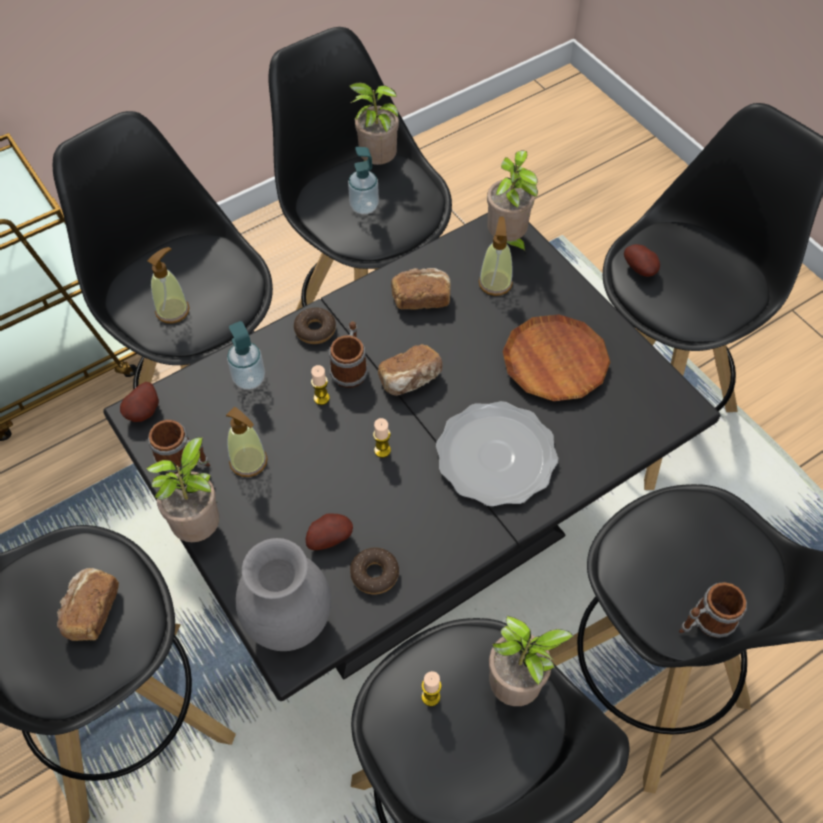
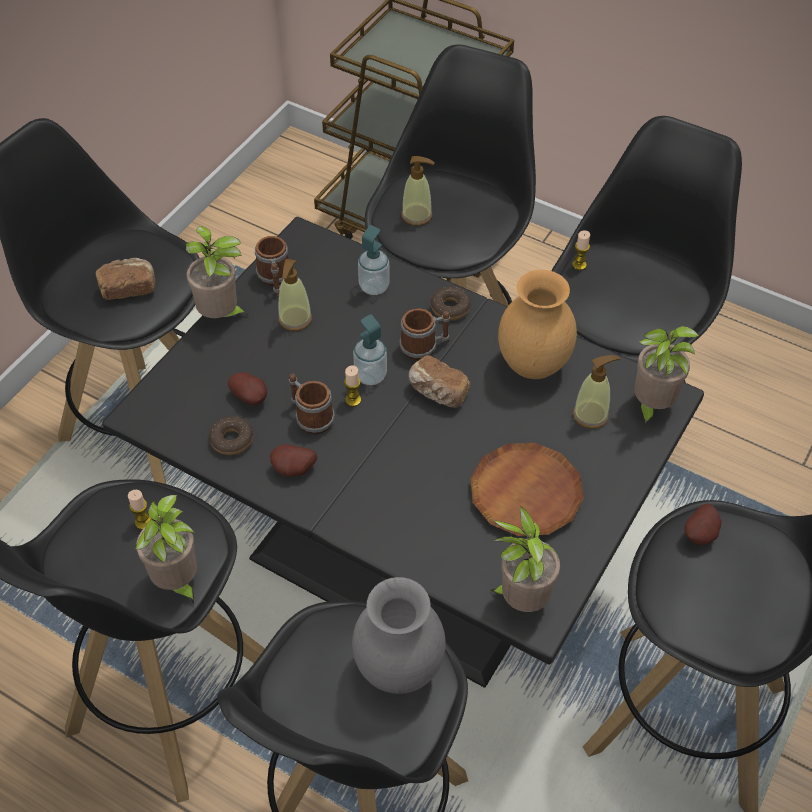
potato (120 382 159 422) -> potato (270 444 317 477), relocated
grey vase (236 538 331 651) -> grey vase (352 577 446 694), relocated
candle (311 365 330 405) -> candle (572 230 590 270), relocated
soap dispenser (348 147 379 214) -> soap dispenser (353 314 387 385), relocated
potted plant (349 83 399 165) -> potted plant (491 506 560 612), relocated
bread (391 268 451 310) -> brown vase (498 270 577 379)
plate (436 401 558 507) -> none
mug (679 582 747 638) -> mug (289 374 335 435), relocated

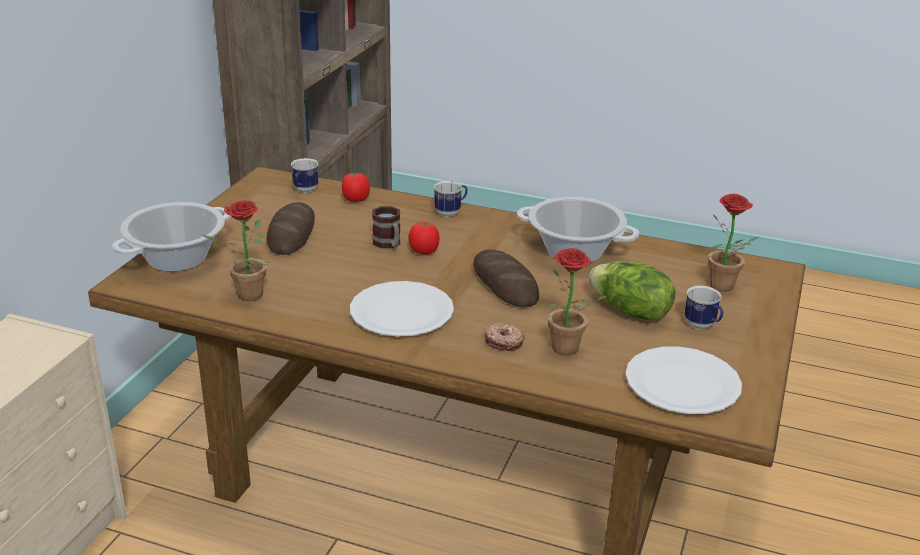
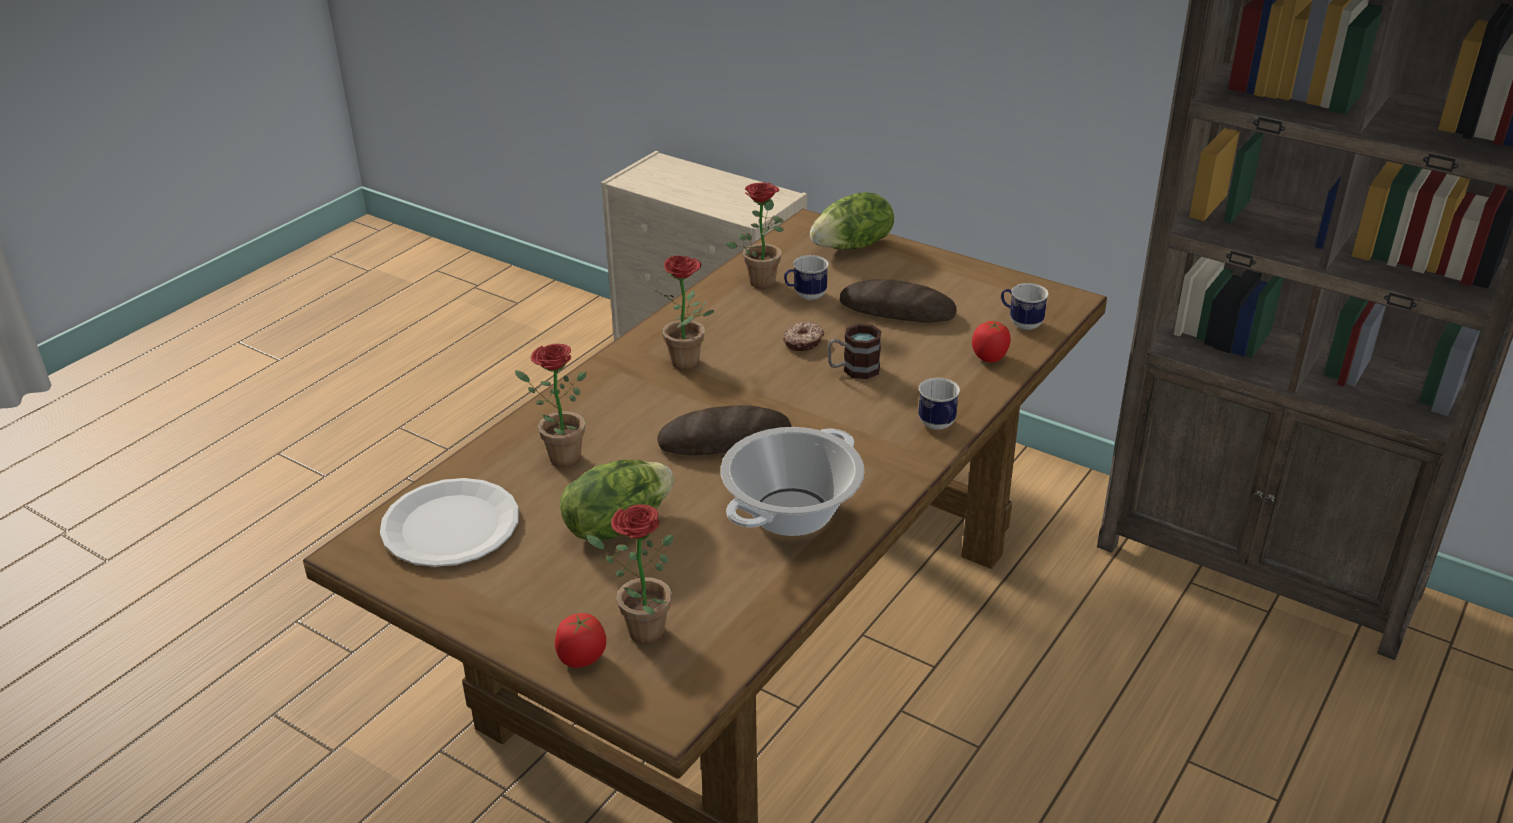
cooking pot (112 202 231 272) -> lettuce (810 192 894 250)
white plate (350 281 454 337) -> potted plant (654 256 714 369)
tomato (409 221 440 254) -> tomato (555 613 606 668), relocated
donut (484 323 525 351) -> donut (783 322 824 351), relocated
mug (684 286 723 329) -> mug (784 255 829 300), relocated

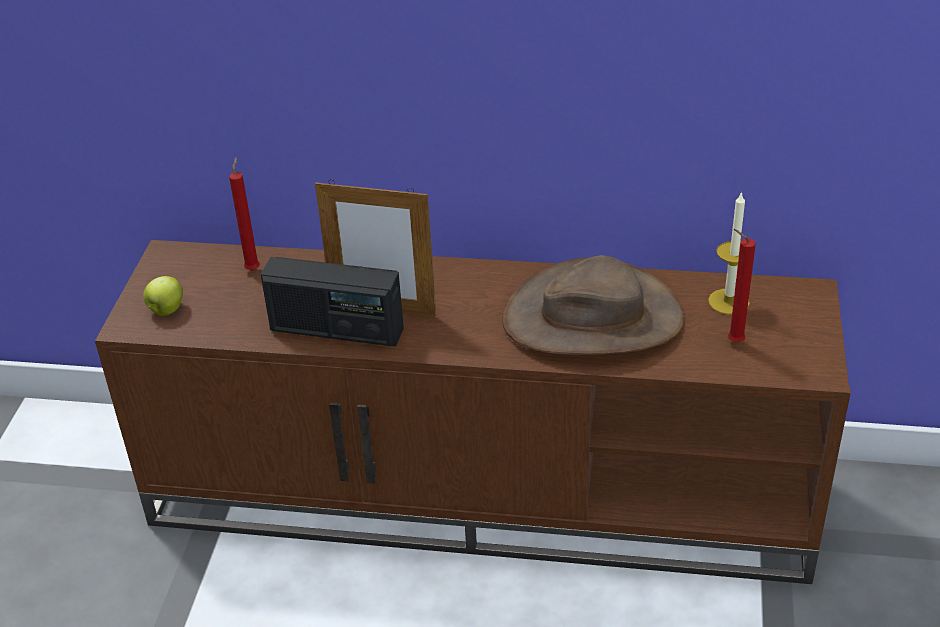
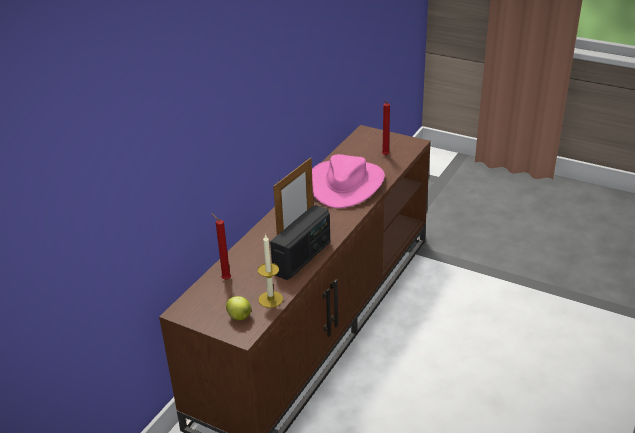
brown hat (502 255 685 356) -> pink hat (312 154 385 208)
candle (708 191 750 315) -> candle (258 234 283 308), relocated

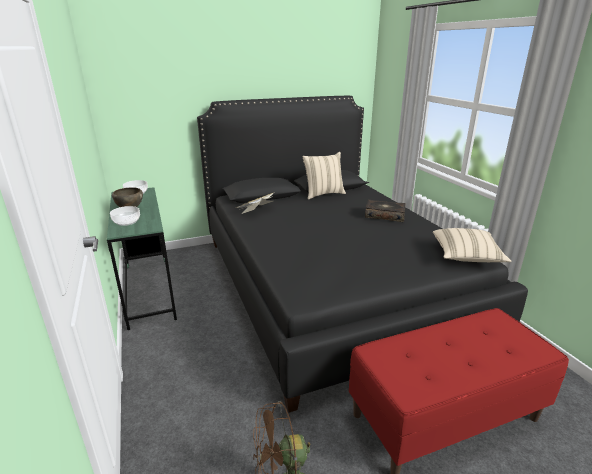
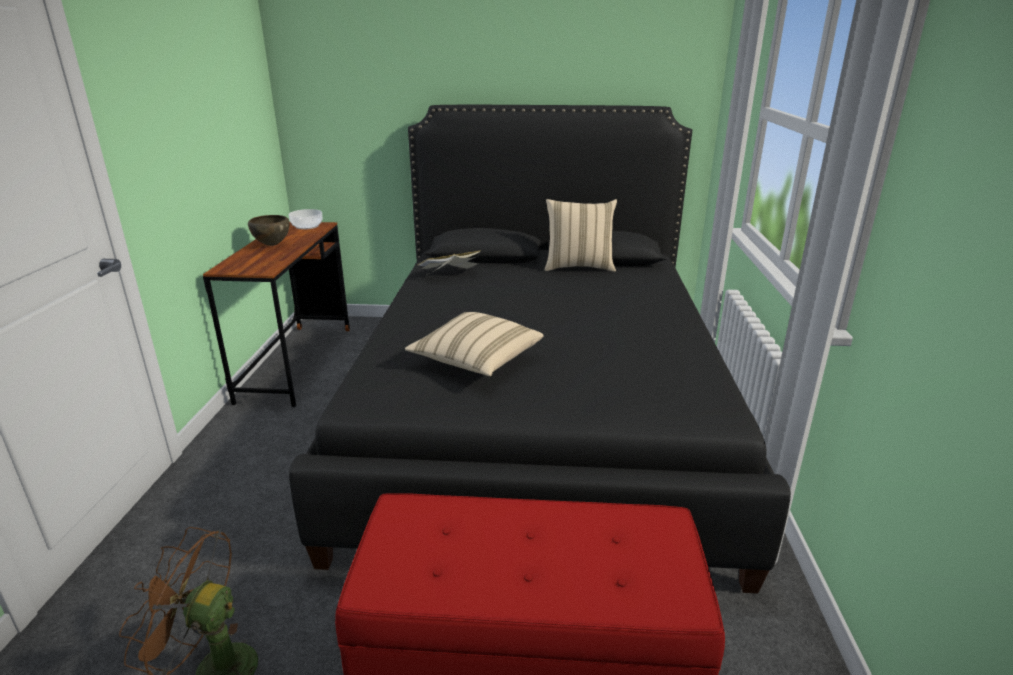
green desk (107 187 177 330) -> brown desk (203 222 350 407)
bowl (110 206 140 226) -> none
book (365 200 406 222) -> none
beige pillow (433 228 511 262) -> beige pillow (405 312 543 376), relocated

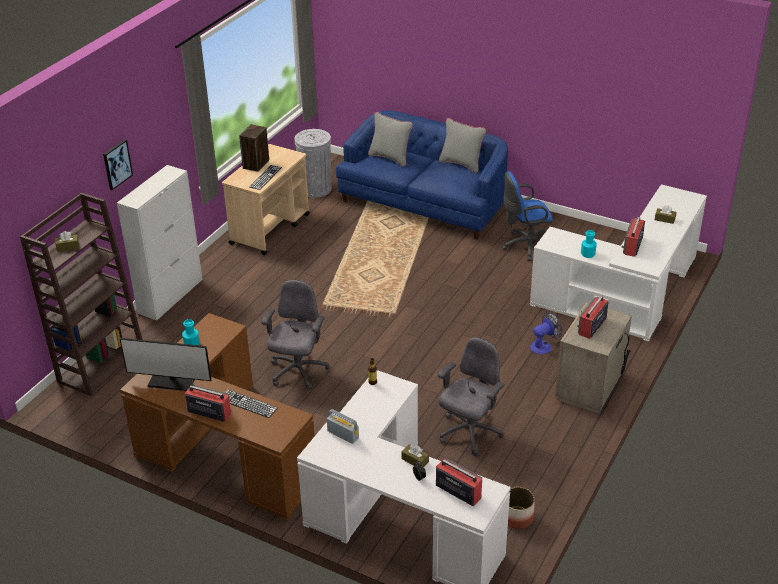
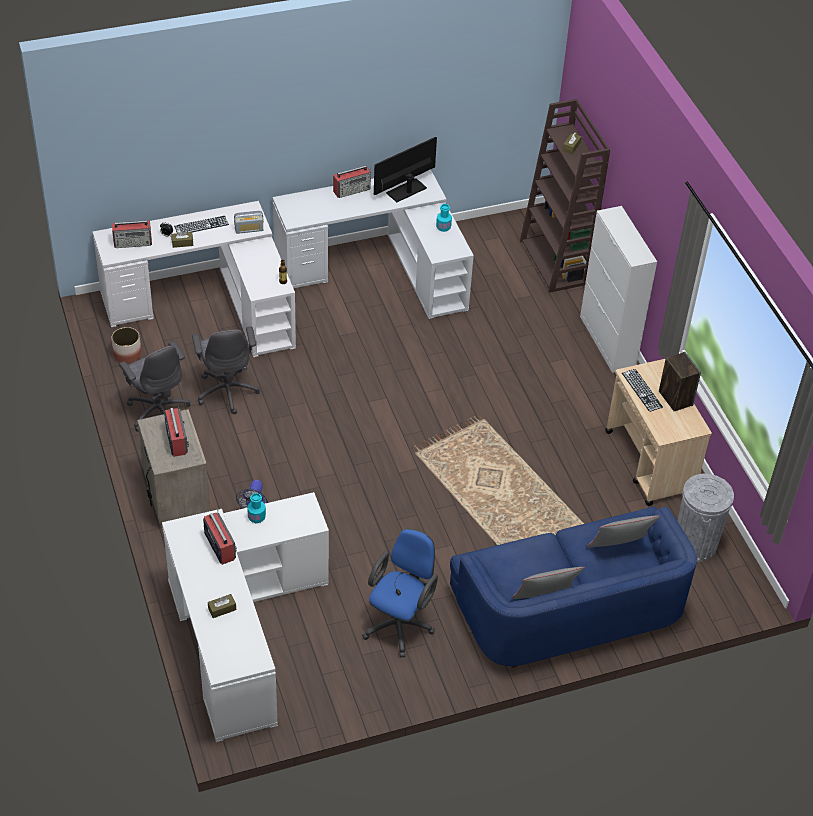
picture (103 139 133 190) -> none
brown desk (120 313 315 520) -> white desk (272 169 474 320)
keyboard (225 390 278 418) -> keyboard (174 216 229 233), relocated
grey office chair (261 280 329 390) -> grey office chair (119 341 191 432), relocated

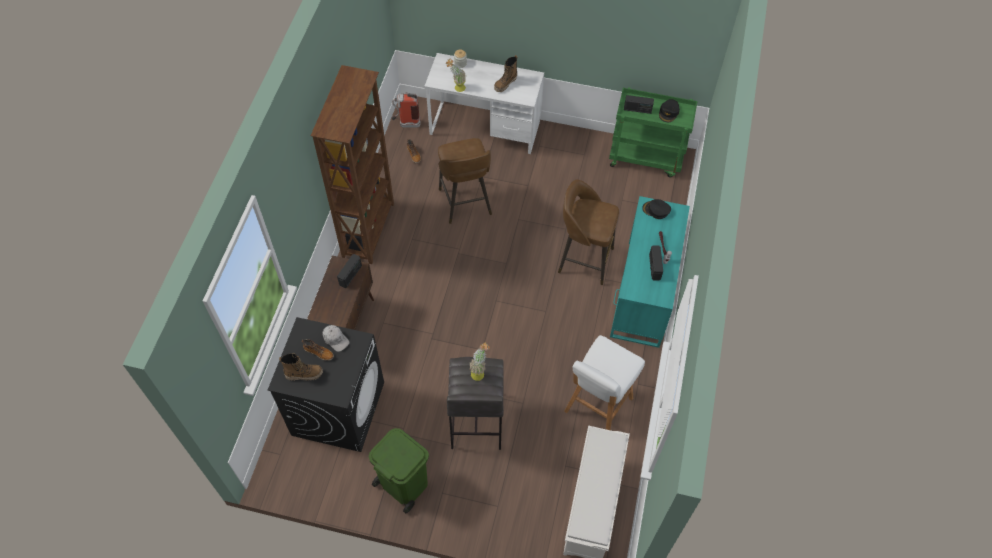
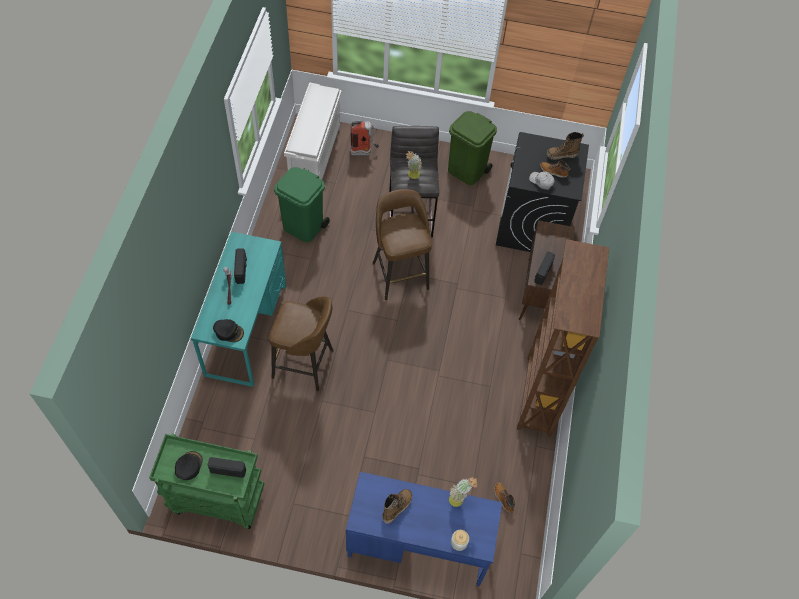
fire extinguisher (391 93 420 128) -> fire extinguisher (350 120 379 155), relocated
white desk (424 53 544 154) -> blue desk (346 472 502 586)
brown stool (438 138 492 224) -> brown stool (372 189 432 300), relocated
white stool (564 335 645 430) -> green trash can (274 167 330 242)

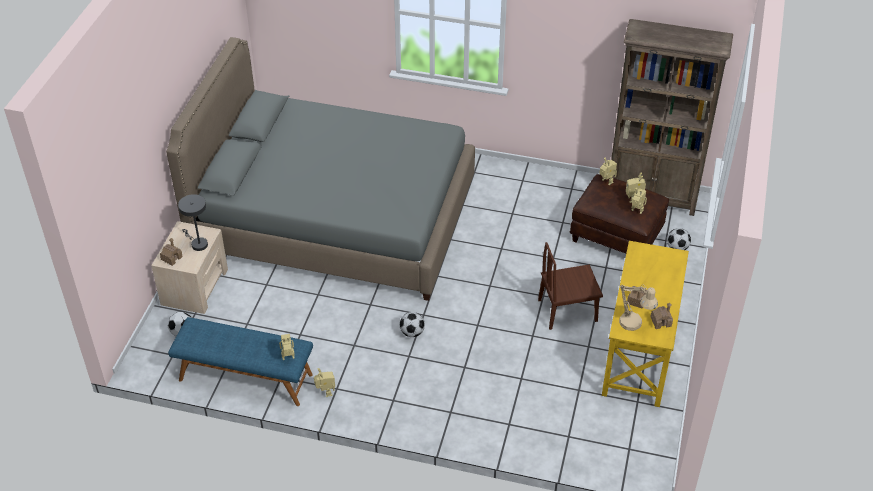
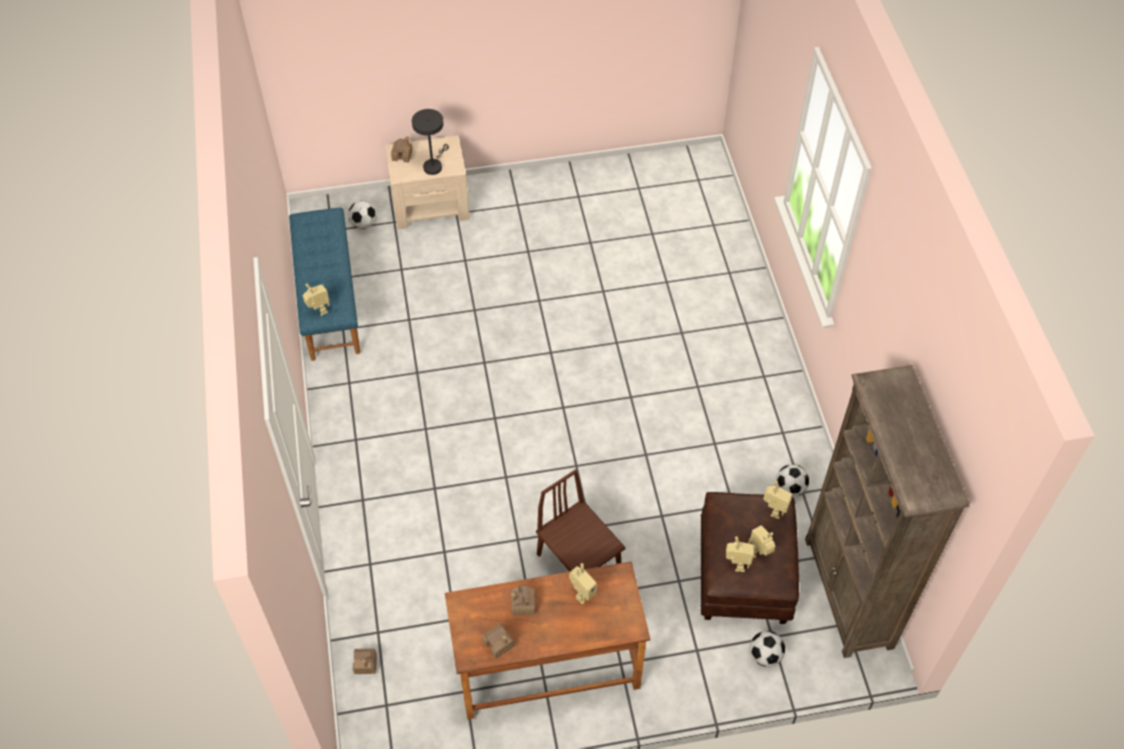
grey bed (166 37 475 301) -> none
toy robot (314 368 335 397) -> toy robot (569 563 597 605), relocated
football (400 312 425 337) -> football (776 464 809 497), relocated
yellow desk (602 241 689 407) -> brown desk (445 561 650 720)
beige table lamp (619 285 658 331) -> none
none -> toy house (353 648 377 674)

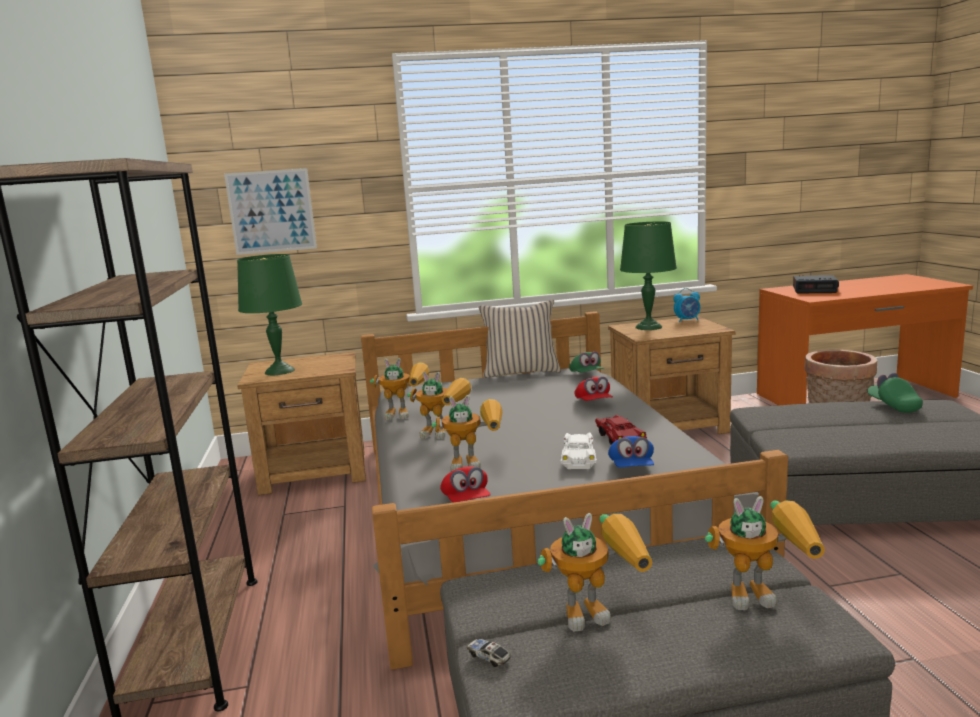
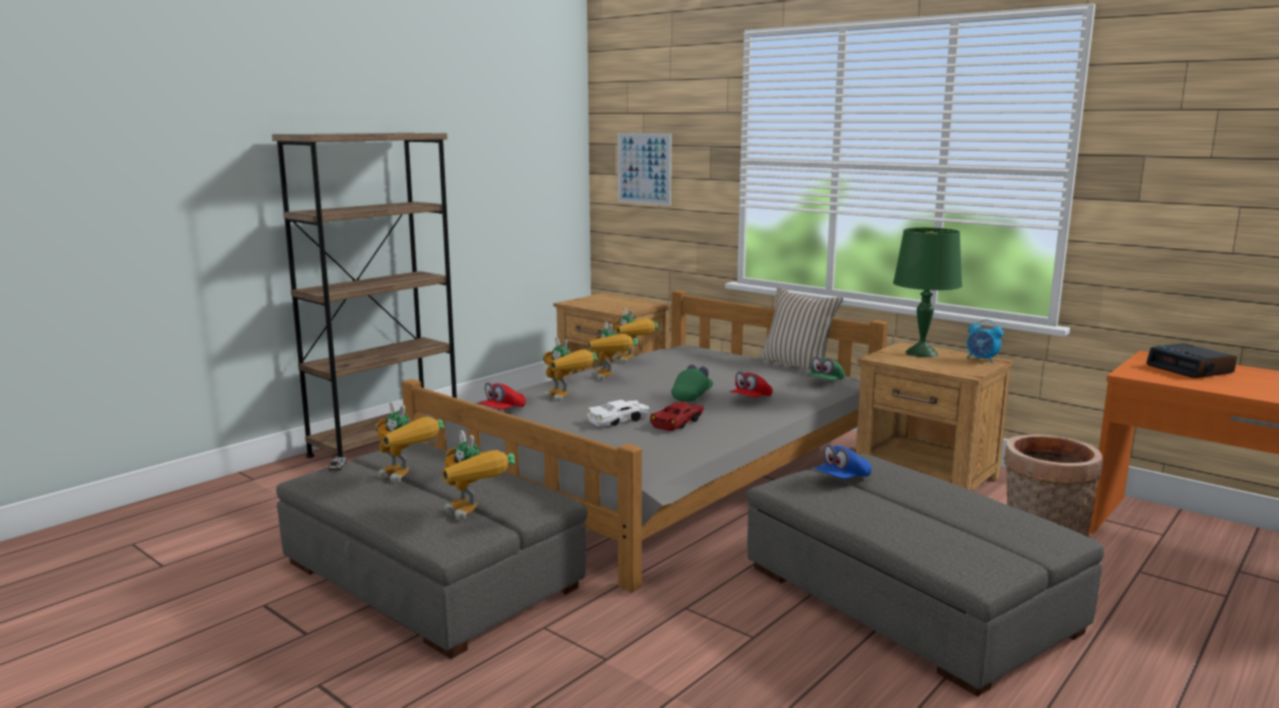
green table lamp (237 254 302 375) -> none
blue cap (608 436 654 467) -> blue cap (814 444 872 479), relocated
green cap (867 373 923 413) -> green cap (671 364 713 402), relocated

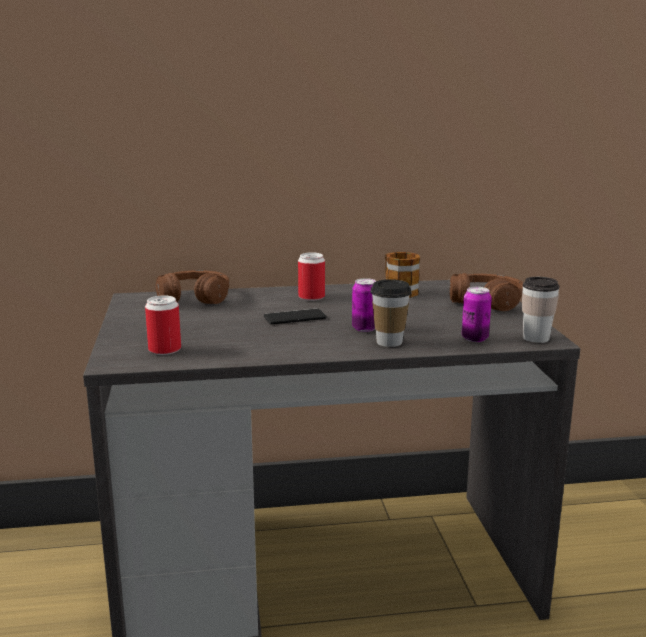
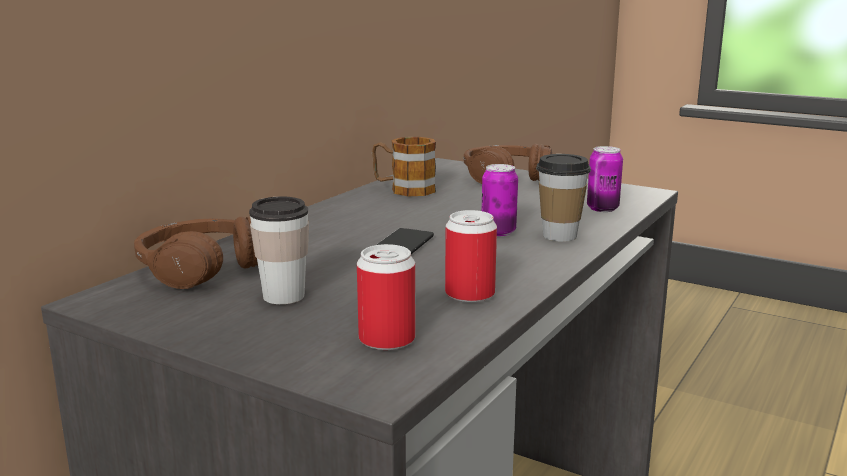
can (298 252 325 301) -> can (445 210 497 303), relocated
cup (522 277 559 343) -> cup (249 196 309 304), relocated

